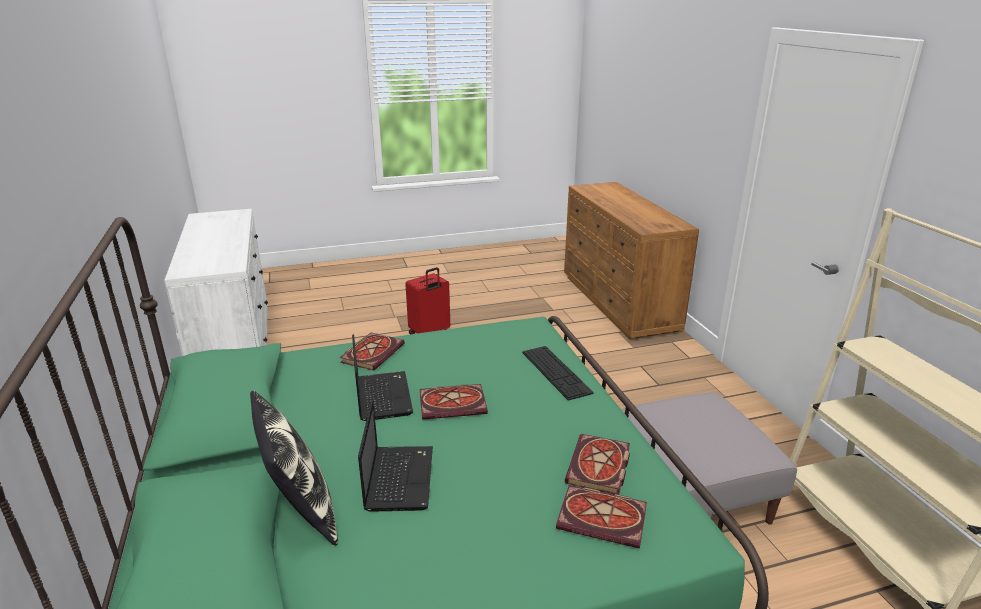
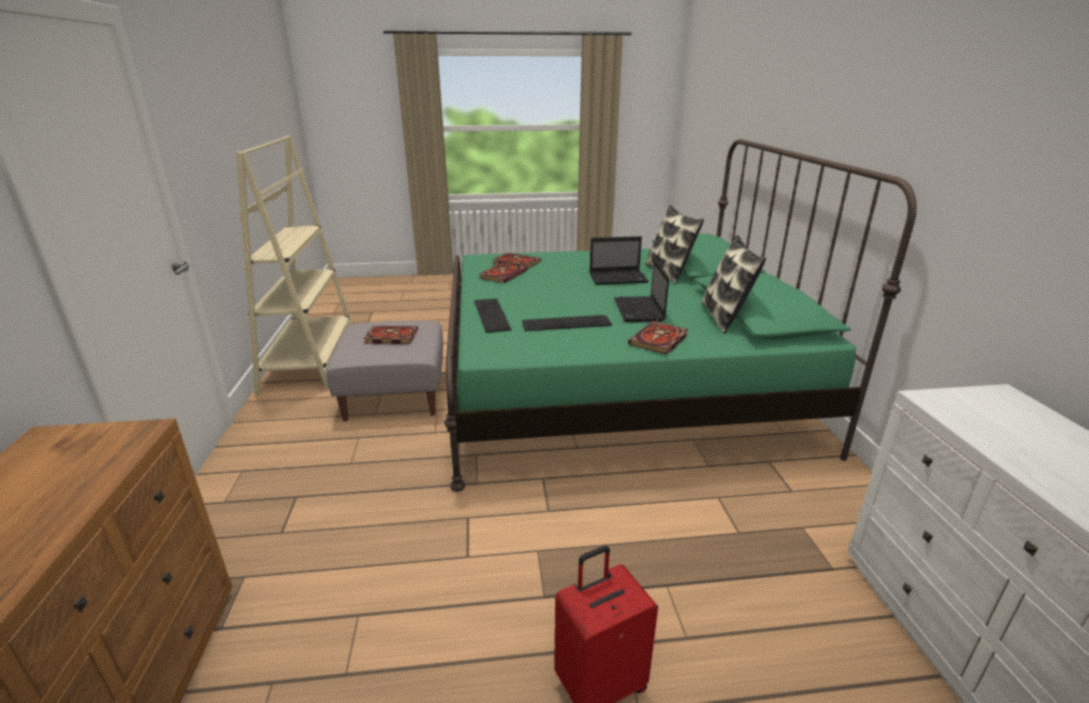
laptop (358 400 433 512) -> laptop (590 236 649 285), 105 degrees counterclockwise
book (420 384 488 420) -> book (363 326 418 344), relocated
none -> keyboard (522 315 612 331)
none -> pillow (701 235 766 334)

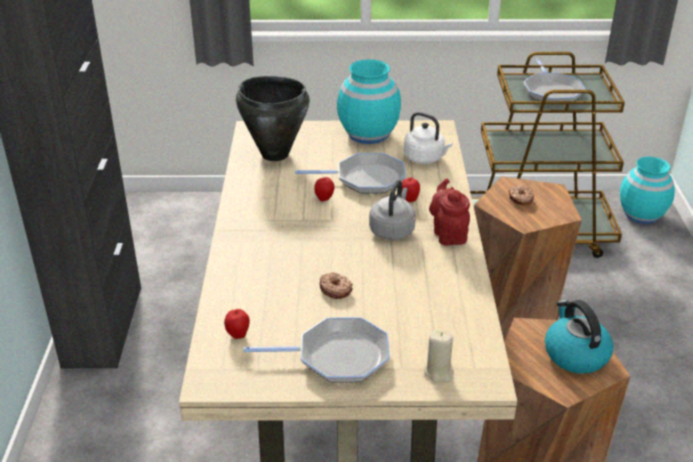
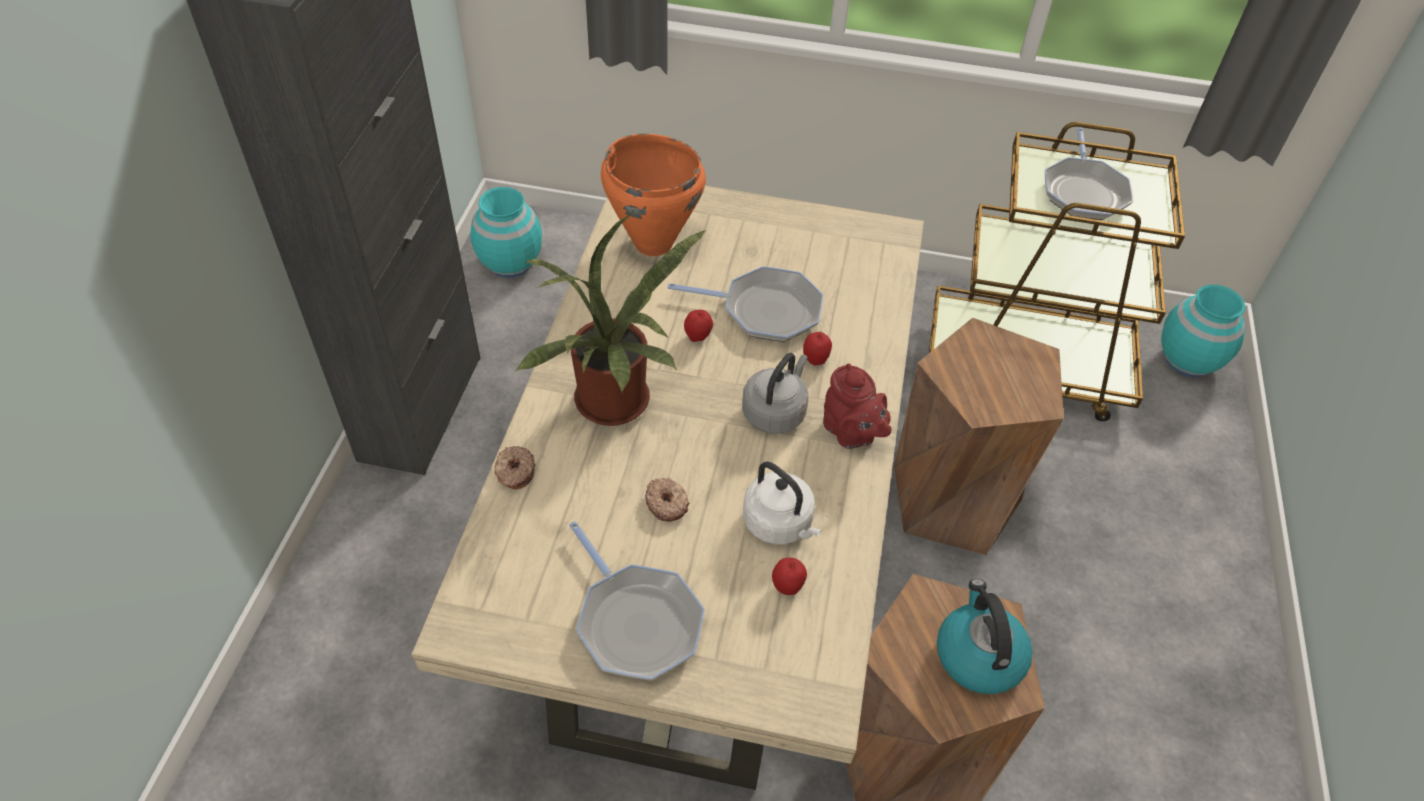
apple (224 309 250 339) -> apple (772 558 807 595), relocated
black cooking pot (236 76 310 161) -> orange cooking pot (601 134 706 256)
frying pan (244 317 390 383) -> frying pan (569 521 705 681), 45 degrees clockwise
turquoise vase (337 59 401 144) -> turquoise vase (470 187 542 278), relocated
white kettle (404 112 453 164) -> white kettle (743 461 821 545), relocated
beige candle (424 330 454 382) -> none
red teapot (429 178 470 245) -> red teapot (823 363 892 449), 150 degrees clockwise
donut (509 185 534 206) -> donut (495 446 536 489), relocated
none -> potted plant (515 208 707 426)

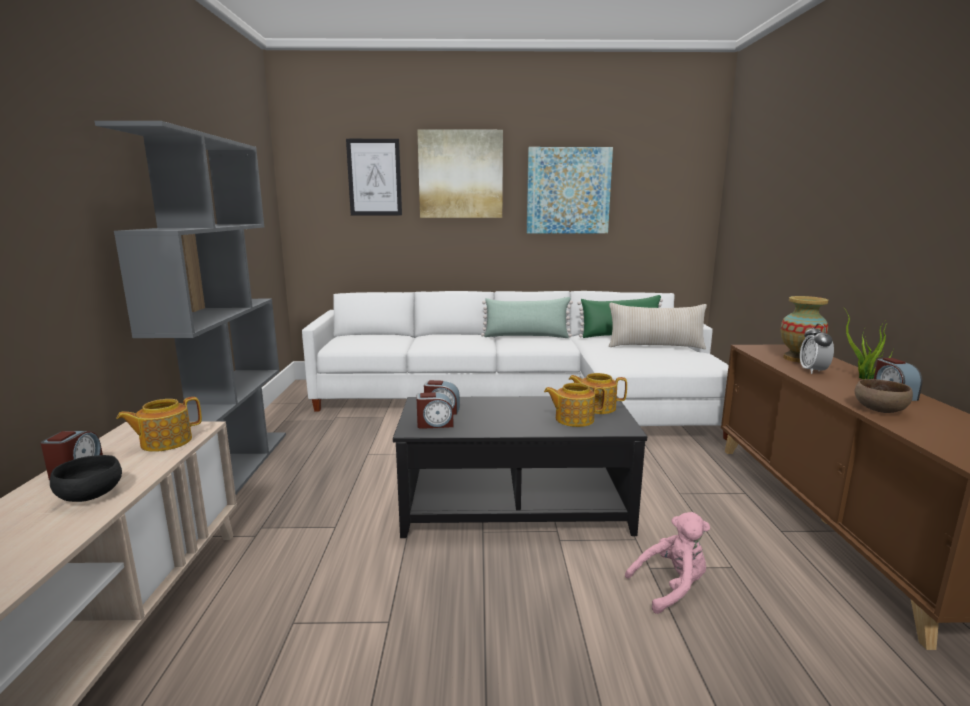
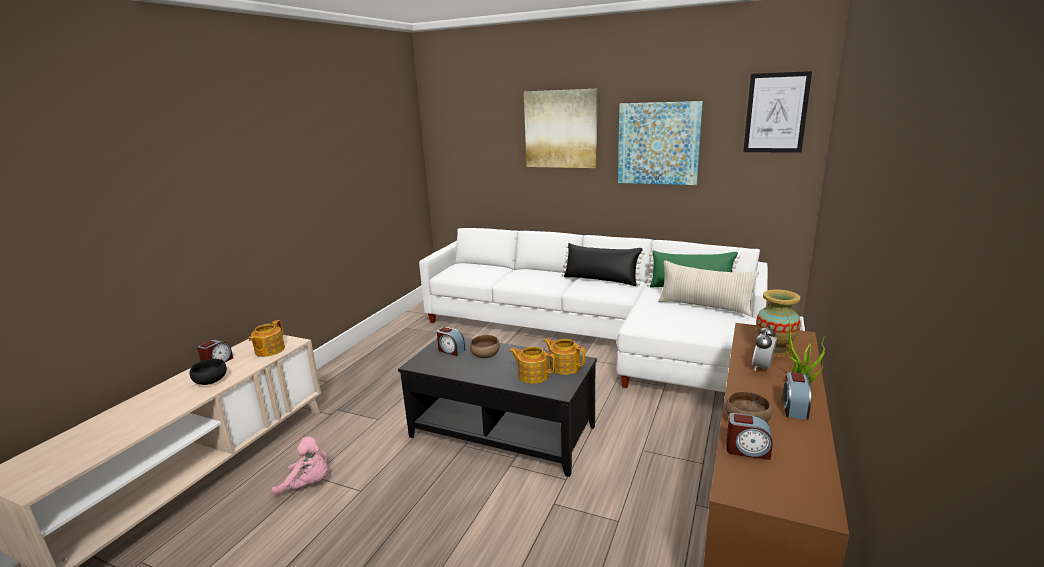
grey bookcase (95 121 286 494) -> none
teapot (116 397 202 452) -> teapot (249 320 285 357), 60 degrees counterclockwise
picture (346 139 402 215) -> picture (743 71 812 153), relocated
alarm clock (417 392 454 429) -> alarm clock (726 413 773 460), relocated
green pillow (481 297 573 338) -> black pillow (562 243 645 286)
pink plush toy (625 512 710 614) -> pink plush toy (272 437 328 497), relocated
none -> brown bowl (470 335 500 358)

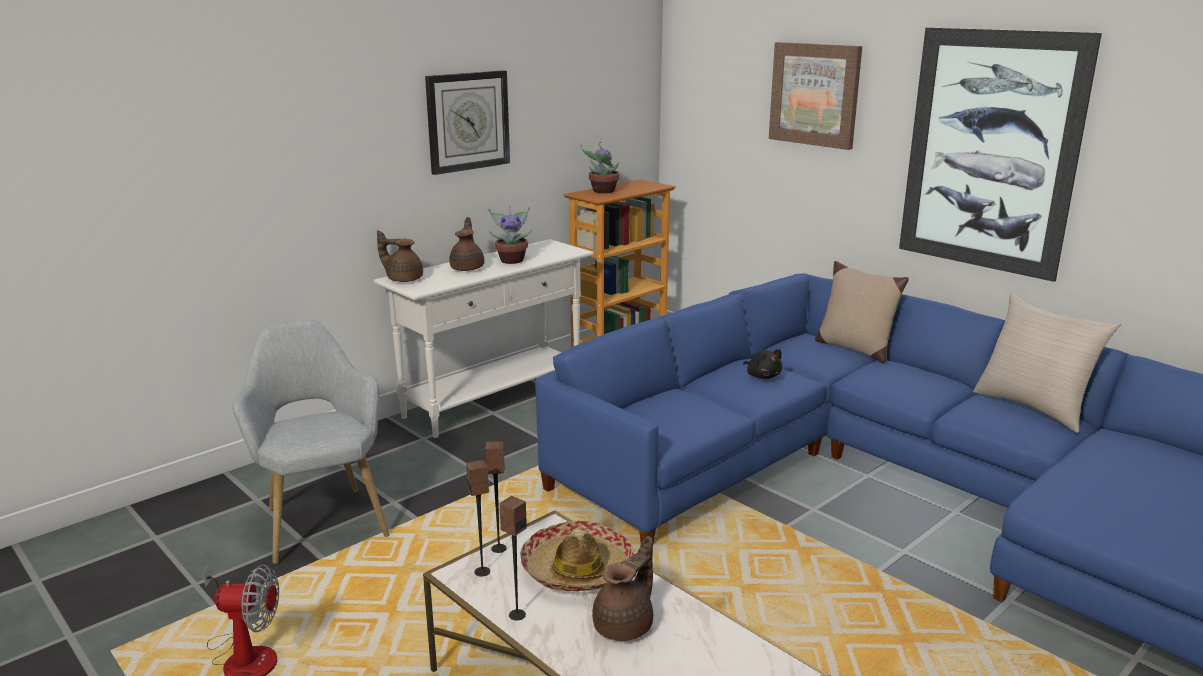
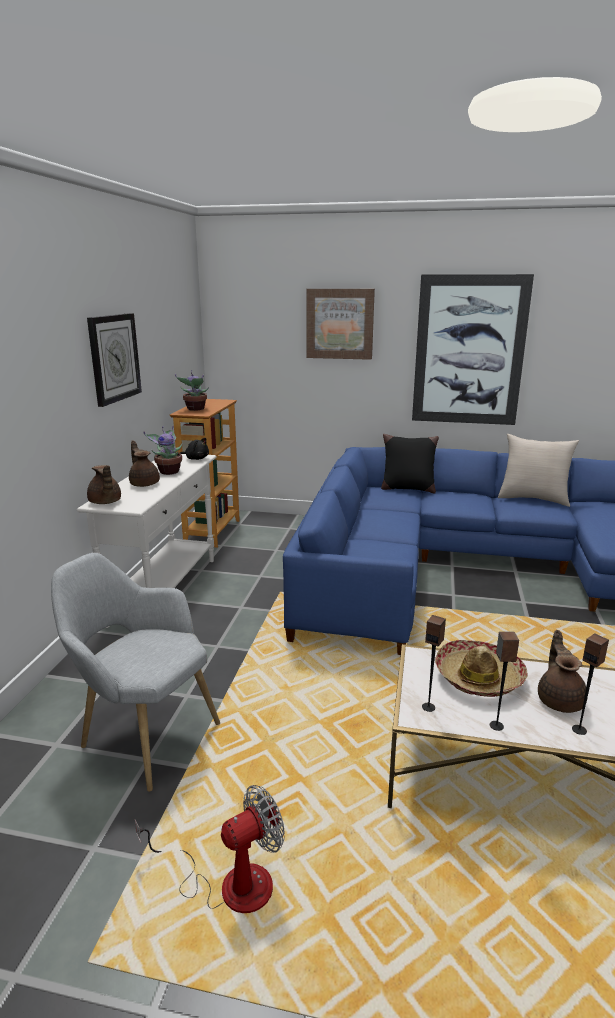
brown teapot (377 230 423 282) -> brown teapot (87 465 121 504), 105 degrees counterclockwise
speaker (485 441 507 553) -> speaker (572 634 609 735), relocated
black plush toy (743 350 782 379) -> black plush toy (180 438 209 460), relocated
beige pillow (815 261 909 363) -> black pillow (381 434 439 494)

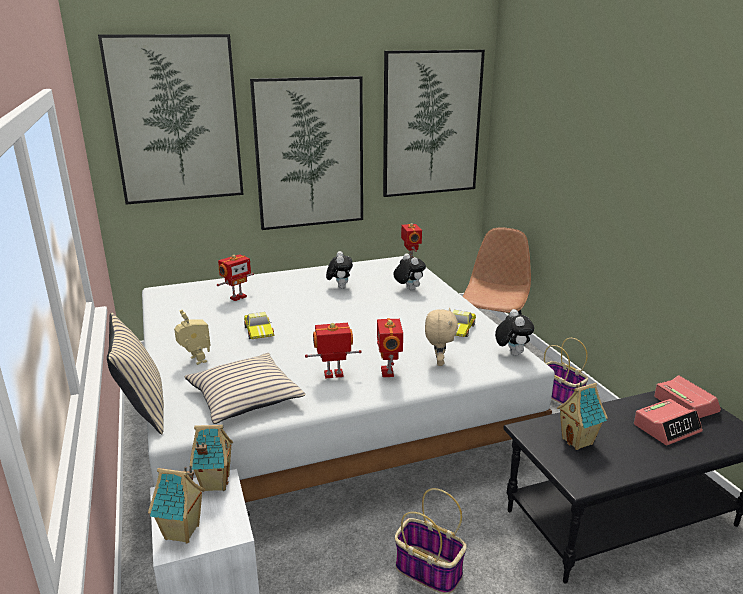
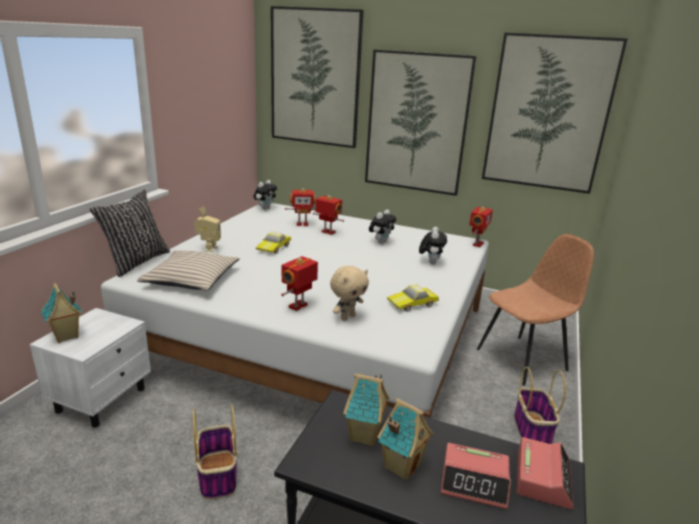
beige pillow (107 313 164 434) -> black pillow (90 190 170 277)
toy house (189 425 233 492) -> toy house (377 398 434 480), relocated
toy robot (305 323 362 379) -> toy robot (313 195 344 235), relocated
plush toy (495 309 534 356) -> plush toy (254 180 277 210), relocated

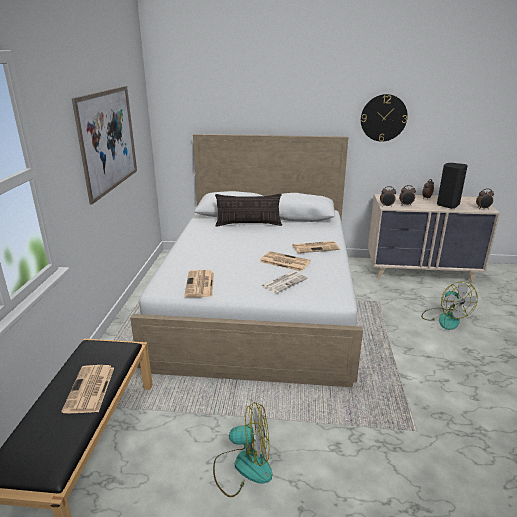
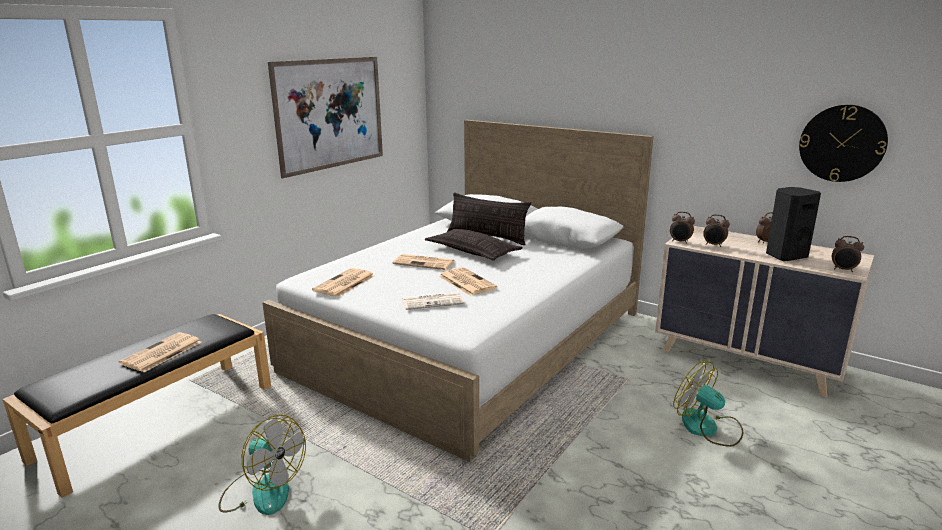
newspaper (293 241 340 253) -> newspaper (393 254 455 270), relocated
wall clock (361 94 407 142) -> wall clock (799 105 888 182), relocated
fan (421 281 478 330) -> fan (673 361 744 447), 120 degrees clockwise
none -> pillow (425 229 523 261)

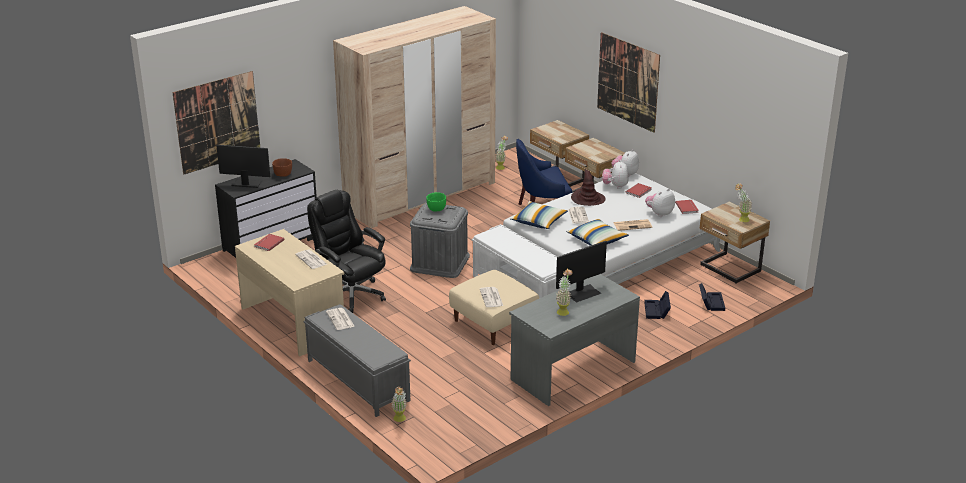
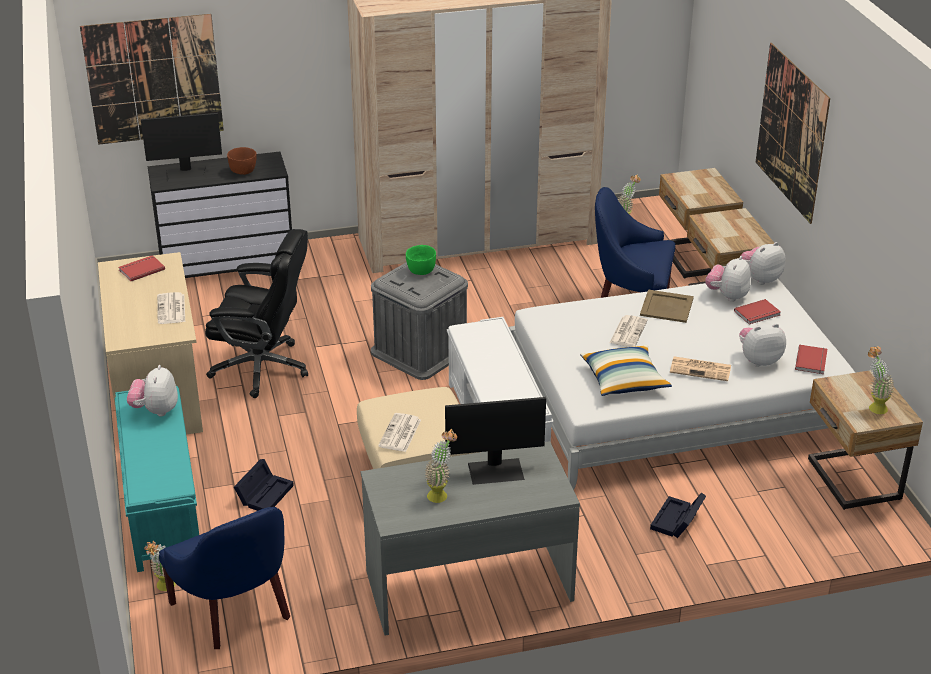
monitor (216 145 270 188) -> monitor (141 113 222 182), 135 degrees clockwise
grey bench (303 304 411 417) -> turquoise bench (115 386 199 572)
black office chair (307 190 386 313) -> black office chair (205 229 308 398), 120 degrees clockwise
newspaper (326 308 355 330) -> plush toy (127 365 178 416)
pillow (510 201 568 229) -> none
brown hat (571 169 606 206) -> beige tray (640 290 694 323)
black storage box (699 283 725 311) -> black storage box (234 459 294 511), relocated
none -> blue armchair (159 507 290 649)

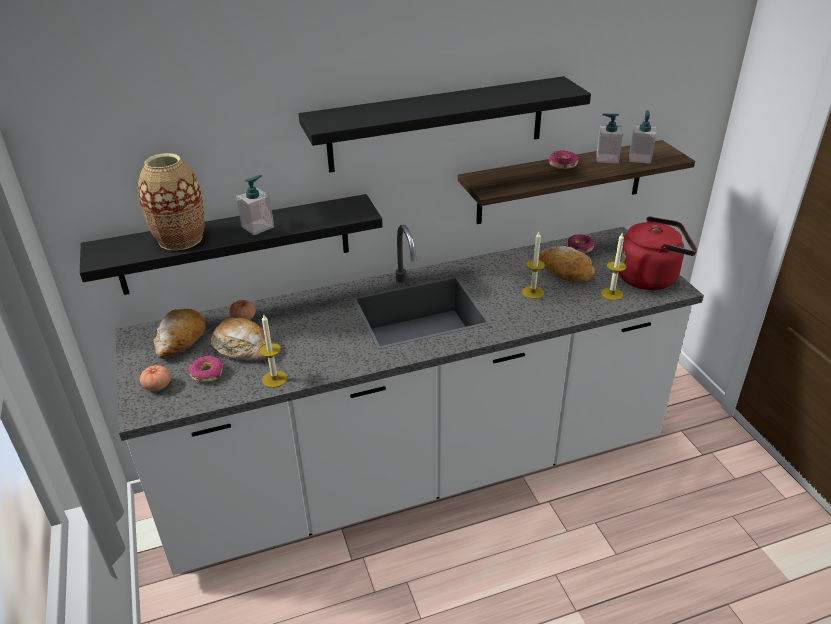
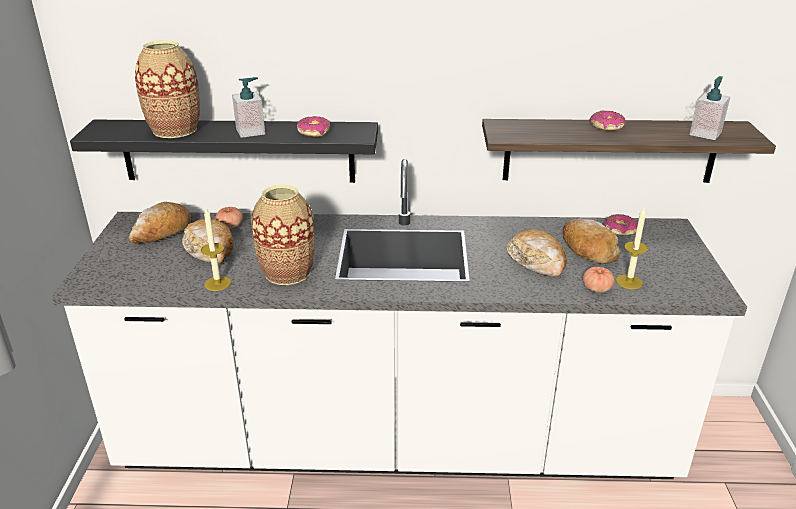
tomato (140 365 171 391) -> tomato (582 267 615 293), relocated
donut (188 356 223 382) -> donut (297 116 330 137), relocated
black shelf (299 76 591 173) -> none
candle (522 232 545 299) -> bread (507 229 566 277)
soap dispenser (597 113 623 164) -> none
red kettle (618 216 697 290) -> none
none -> vase (251 185 315 285)

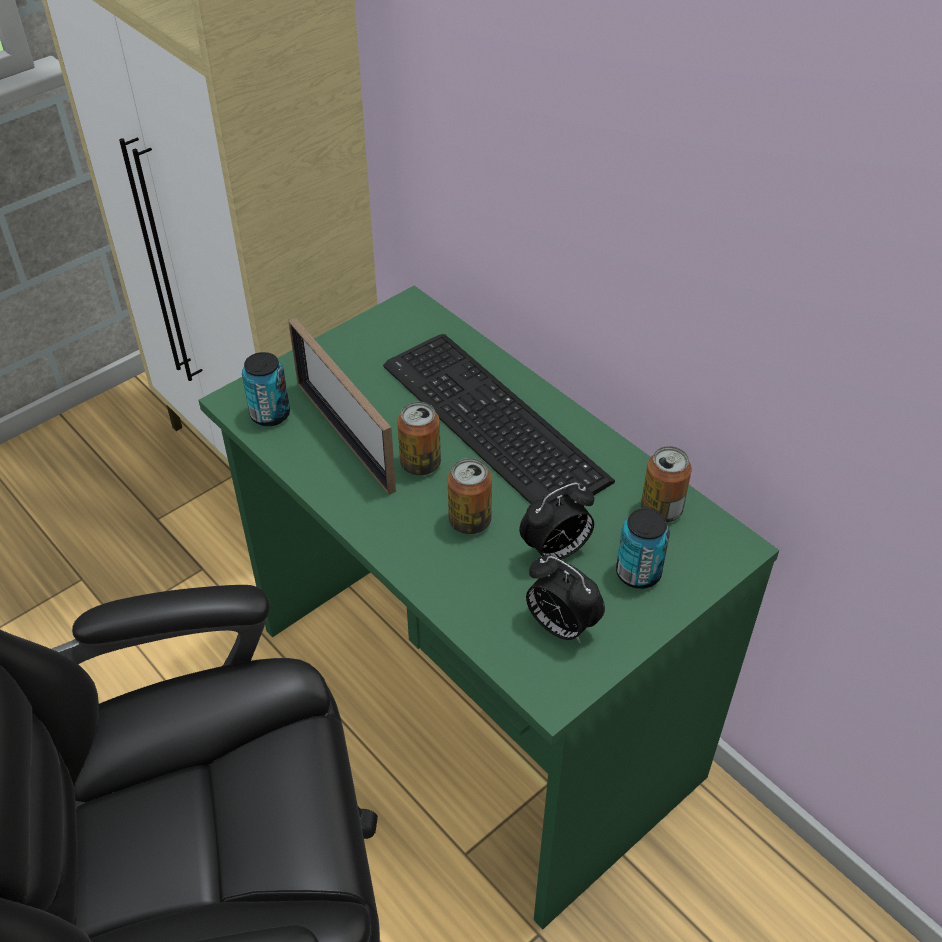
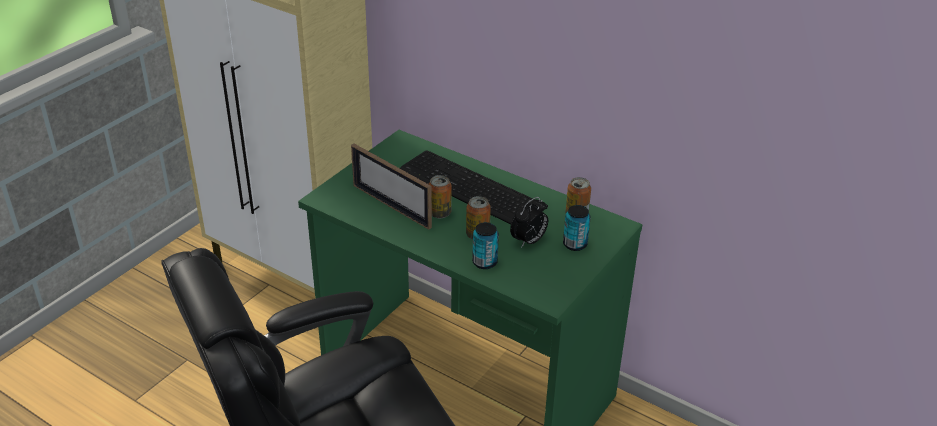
can (242 352 290 426) -> can (472 222 499 269), relocated
alarm clock (526 555 605 643) -> none

